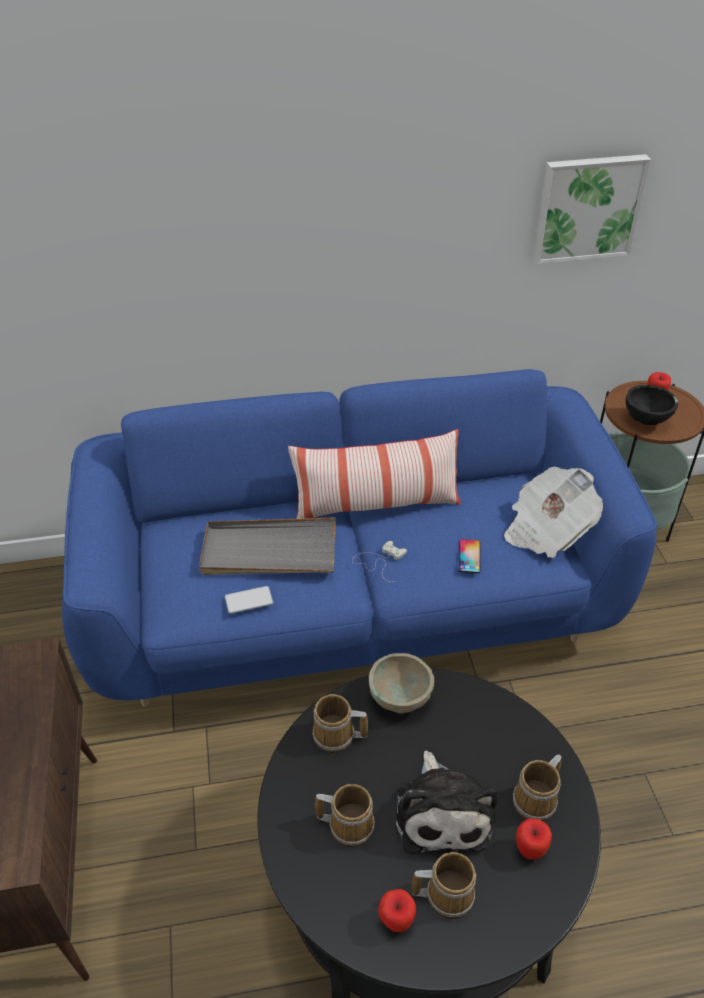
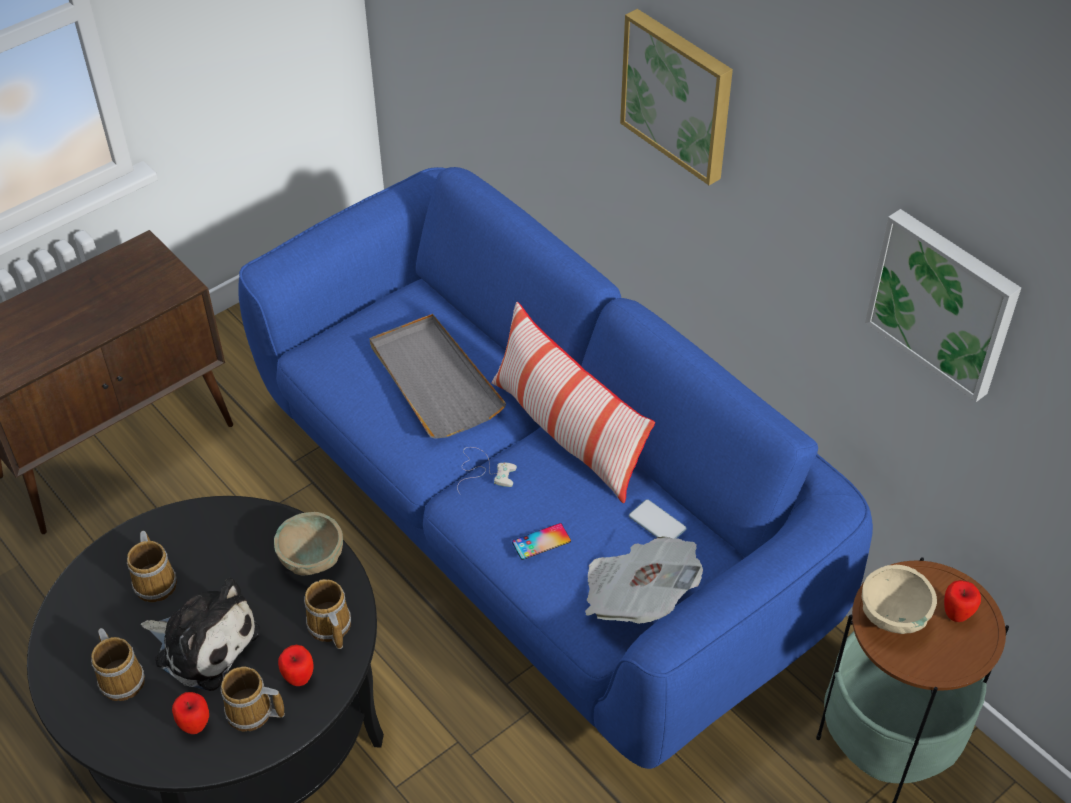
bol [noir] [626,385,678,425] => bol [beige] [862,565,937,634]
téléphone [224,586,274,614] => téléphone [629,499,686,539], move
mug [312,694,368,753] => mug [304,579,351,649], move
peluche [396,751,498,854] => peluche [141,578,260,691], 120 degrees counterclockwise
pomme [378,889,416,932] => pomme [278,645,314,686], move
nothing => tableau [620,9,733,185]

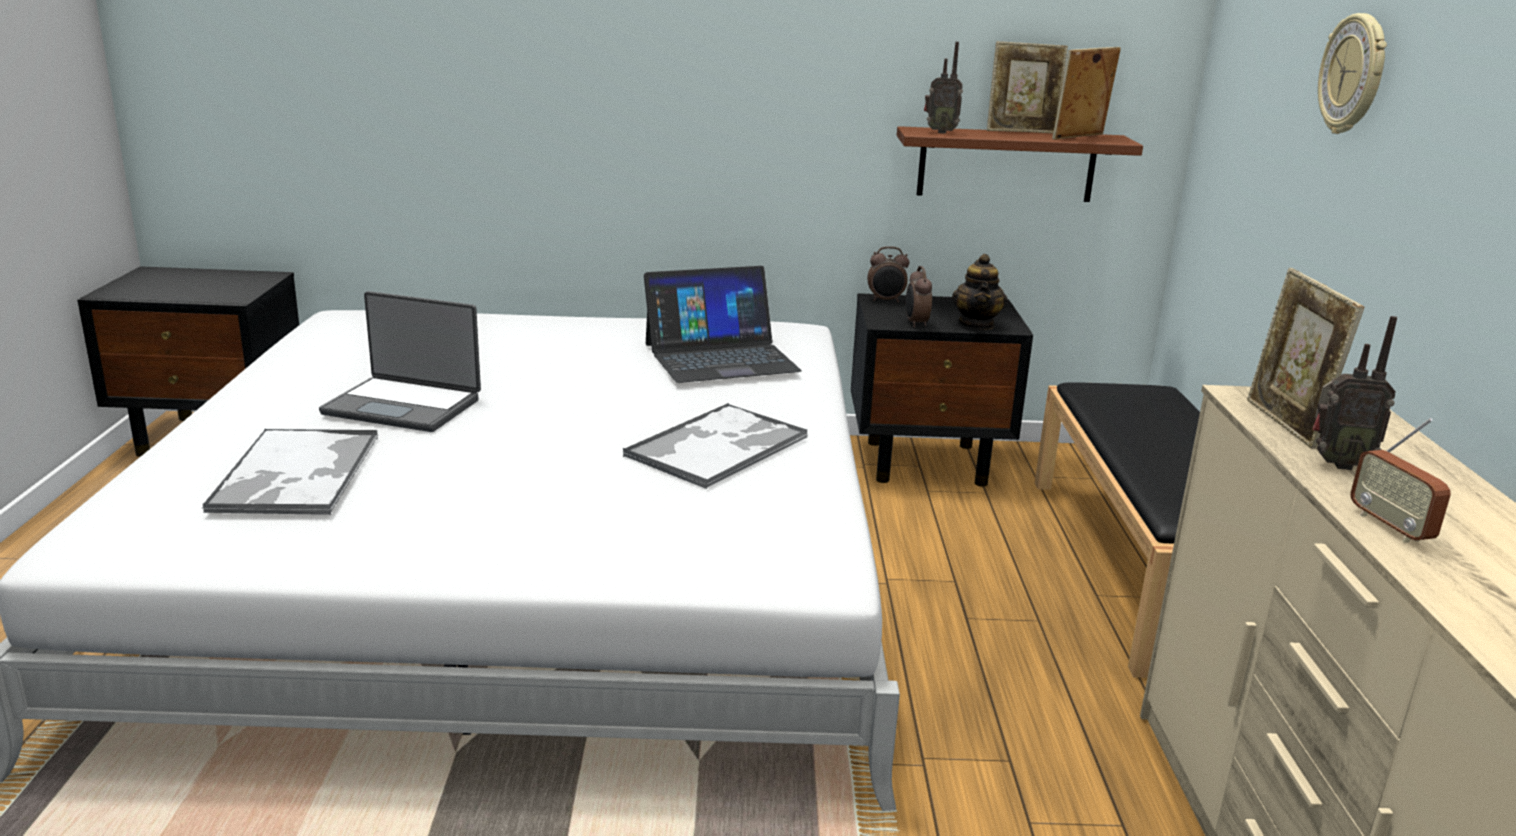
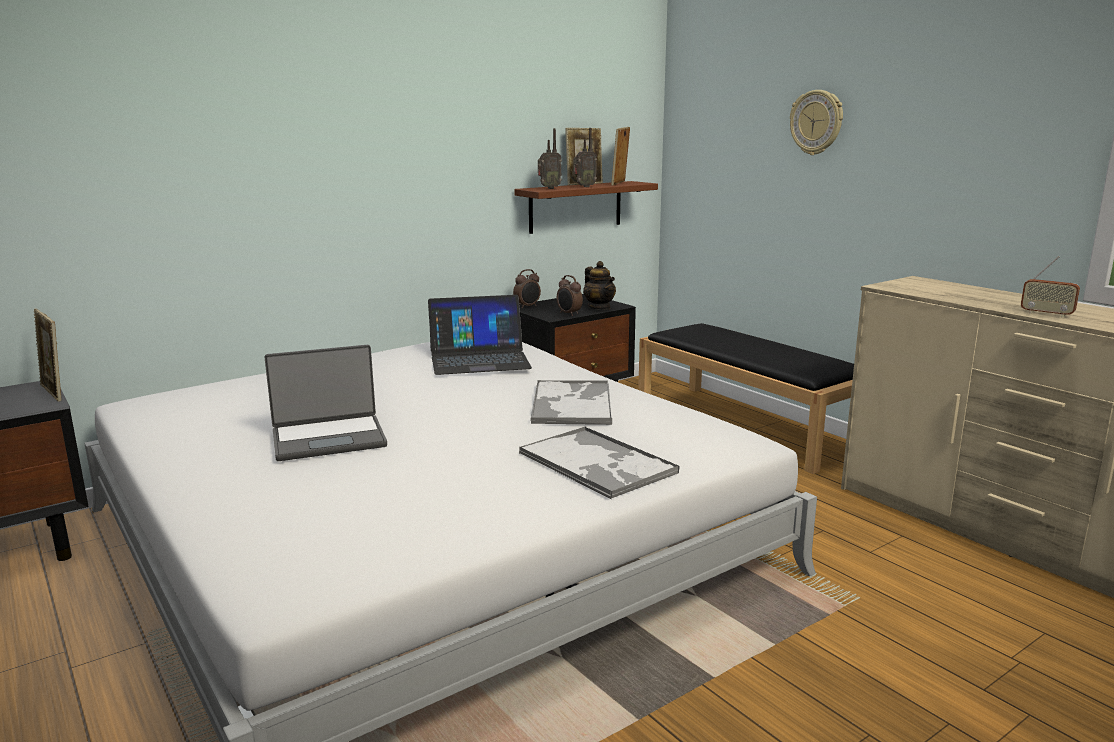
ordinateur portable [644,266,802,383] => ordinateur portable [428,295,532,375], 45 degrees clockwise
cadre photo [1247,268,1364,449] => cadre photo [34,309,61,402], move
radio [1313,316,1397,470] => radio [574,128,597,187], move
plateau [201,429,378,515] => plateau [519,426,680,499], move

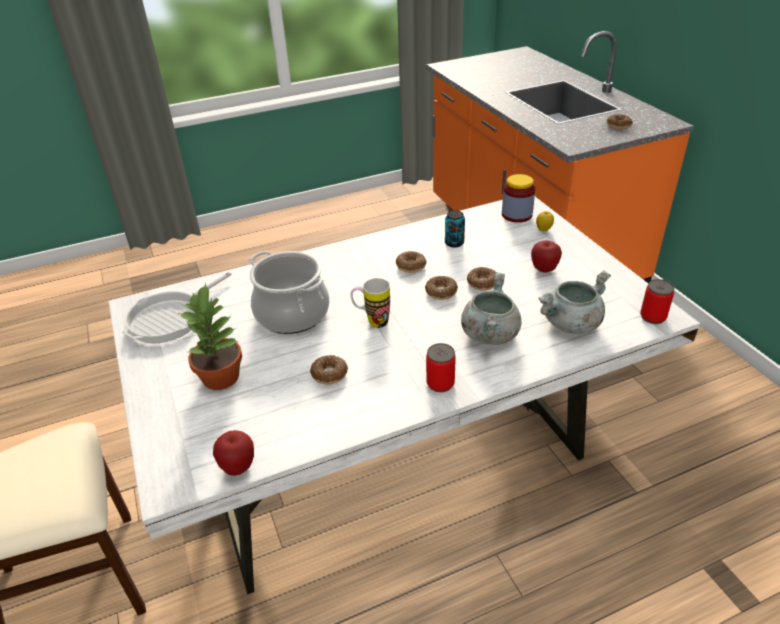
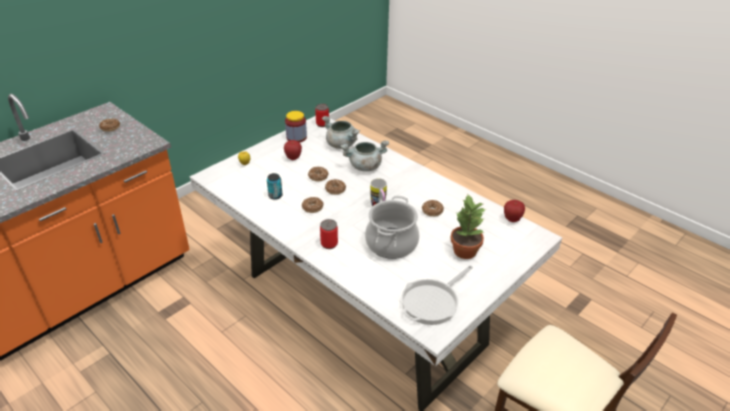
bocal [502,174,535,223] => bocal [285,111,307,143], move
poêle [122,272,232,343] => poêle [402,265,473,325], 120 degrees clockwise
boîte métallique [426,343,456,392] => boîte métallique [320,219,338,249], move

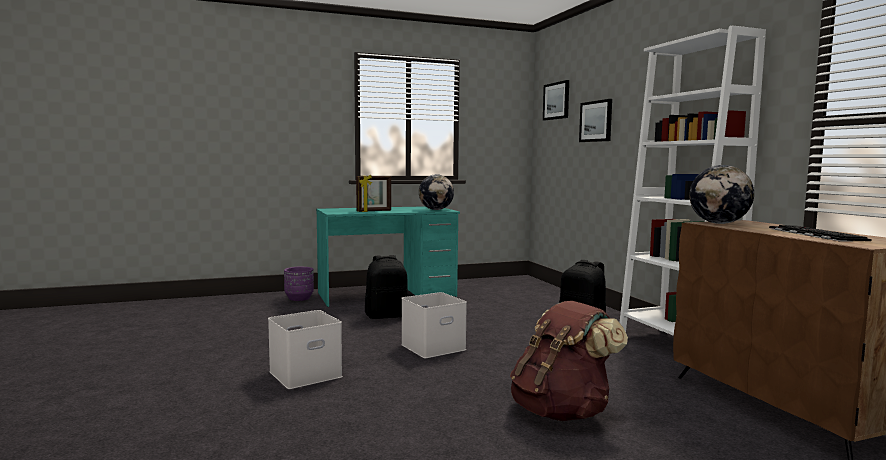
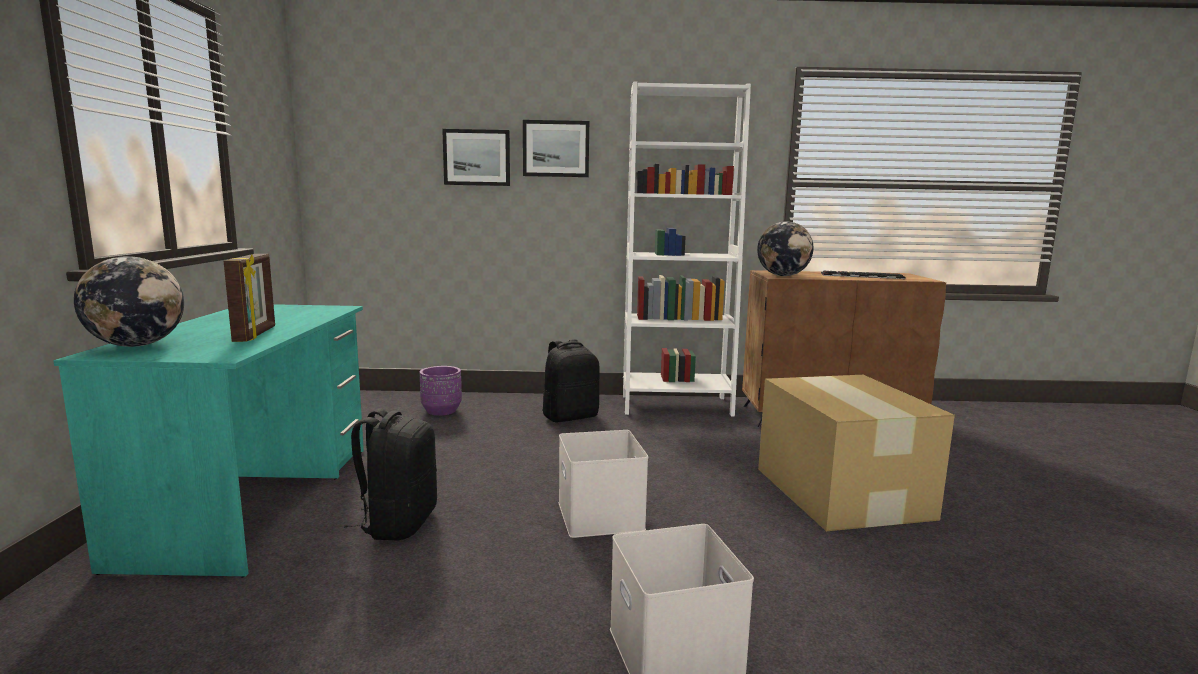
tableau [543,80,569,120] => tableau [523,120,589,177], move
globe [419,174,454,210] => globe [74,256,184,347], move
cache-pot [violet] [284,267,314,301] => cache-pot [violet] [420,366,462,416], move
sac à dos [marron] [510,301,628,421] => carton [758,375,955,531]

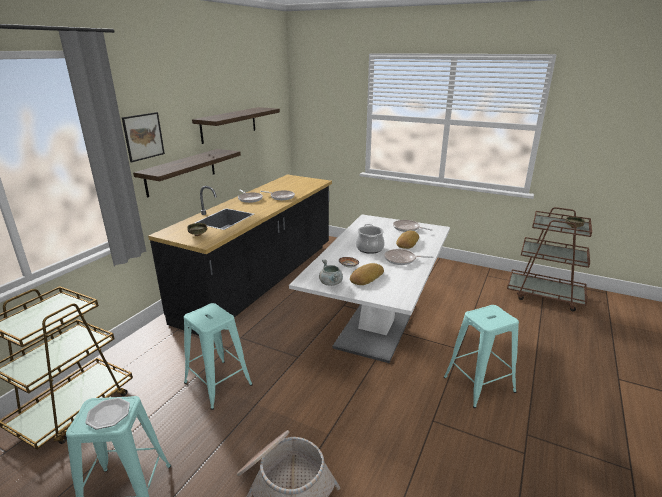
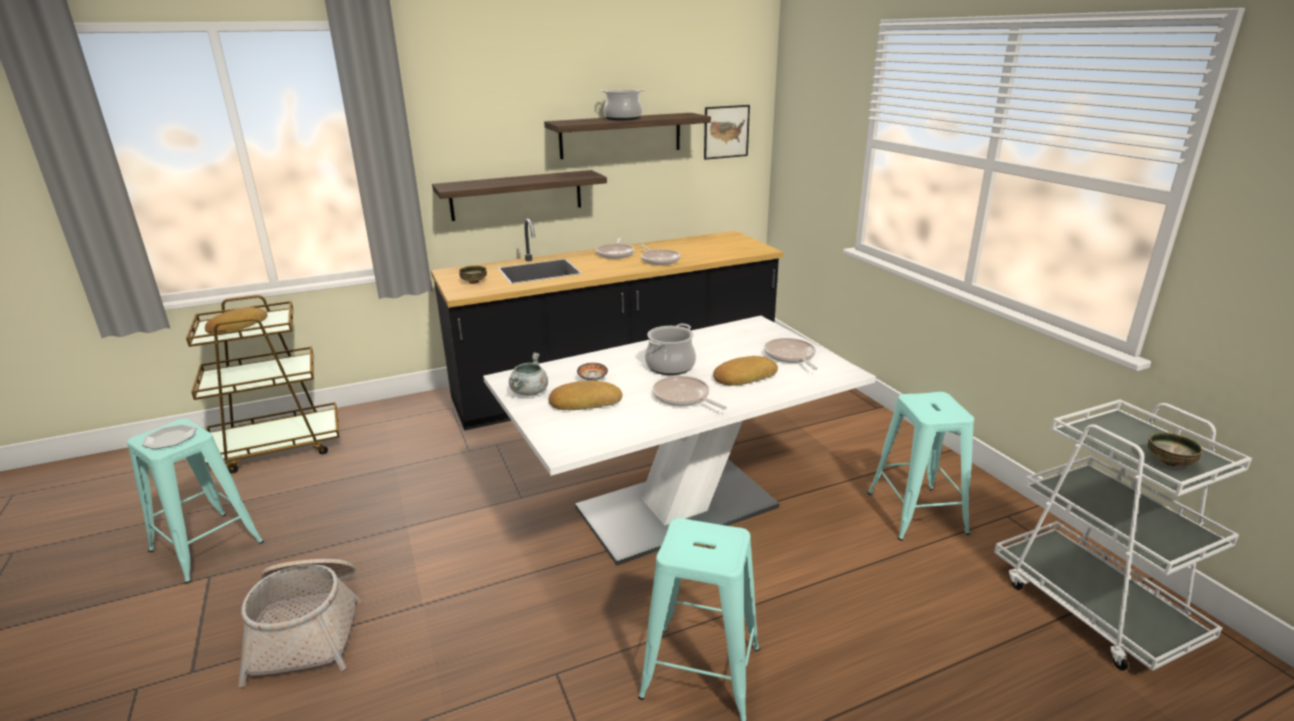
tableau [122,112,165,162] => tableau [704,105,750,160], move
chariot [marron] [507,207,592,312] => chariot [blanc] [994,399,1252,671]
tabouret [turquoise] [184,303,253,410] => tabouret [turquoise] [868,392,974,541], move
nothing => marmite [600,89,645,120]
nothing => pain [205,307,267,334]

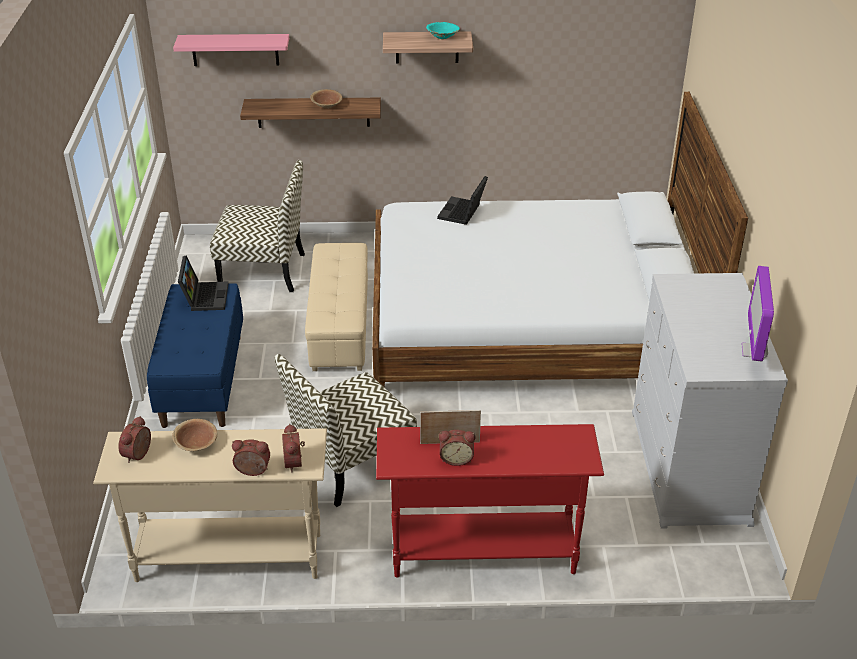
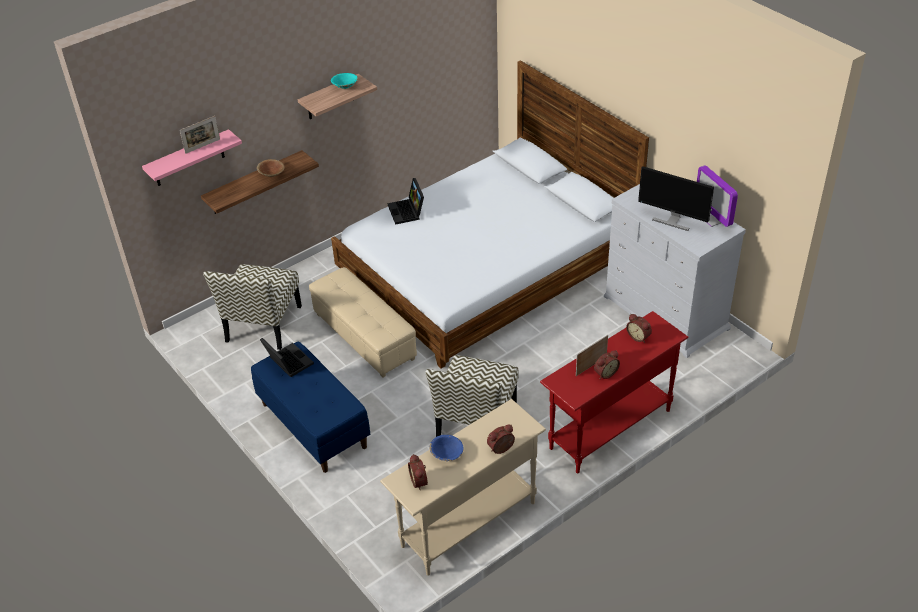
chaise [210,160,305,292] => chaise [203,264,302,350], 135 degrees clockwise
bol [marron] [172,419,217,451] => bol [bleu] [430,435,464,461]
réveil [282,424,305,473] => réveil [626,314,652,343], move
nothing => cadre photo [180,116,220,154]
nothing => écran d'ordinateur [638,166,714,231]

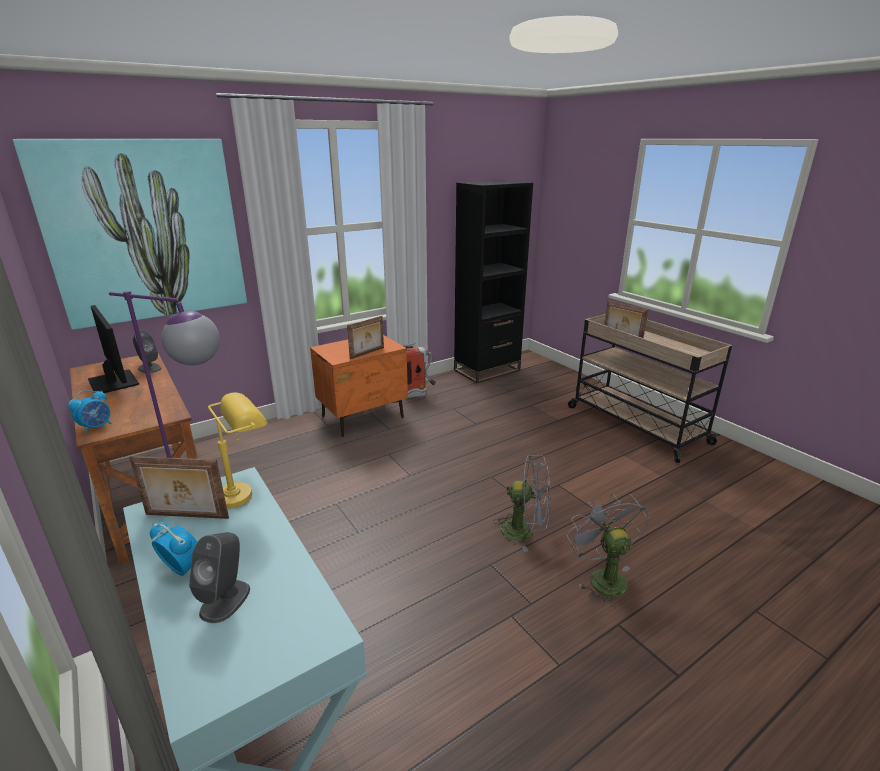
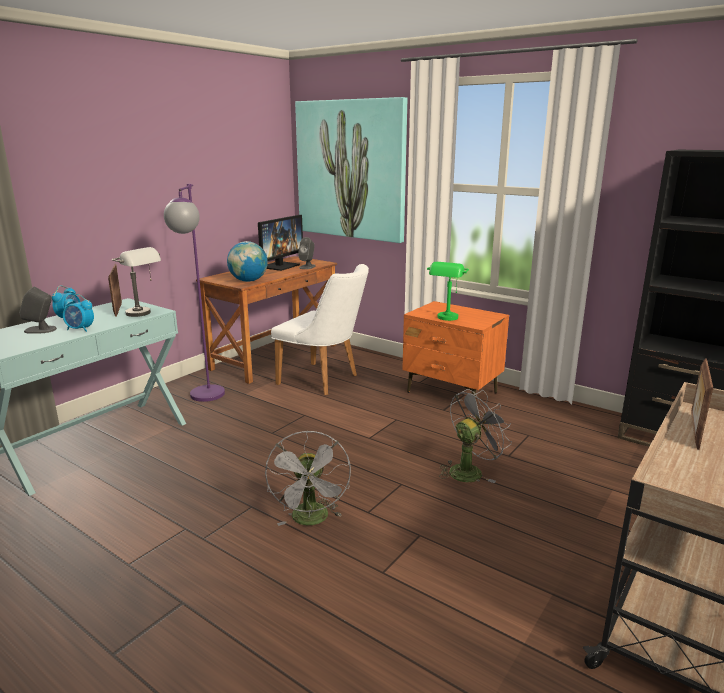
cadre photo [347,316,384,359] => lampe de table [vert] [427,262,469,321]
extincteur [403,343,436,398] => nothing
réveil [68,390,112,434] => réveil [63,294,94,332], move
lampe de table [jaune] [208,392,267,509] => lampe de table [gris] [112,247,161,317]
ventilateur [gris] [567,493,649,607] => ventilateur [gris] [439,389,512,483], move
nothing => globe [227,241,268,282]
nothing => chaise [blanc] [271,264,369,395]

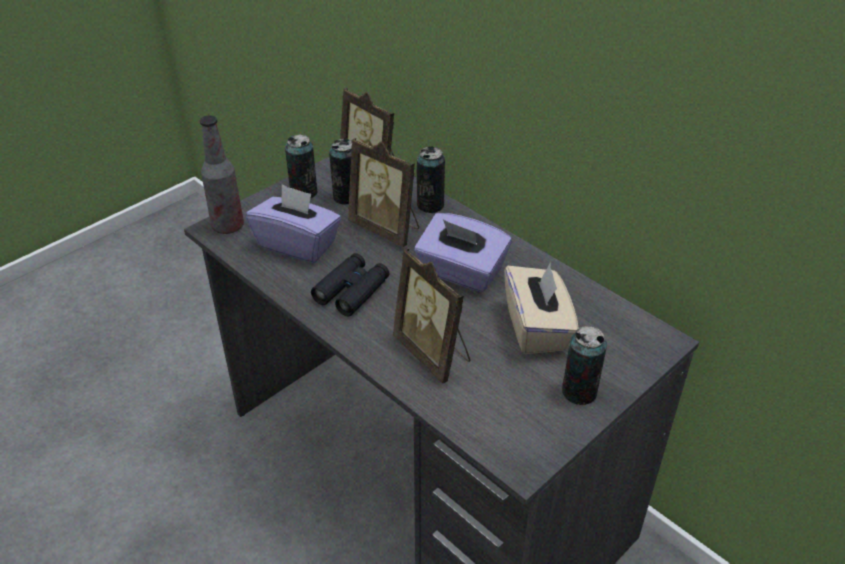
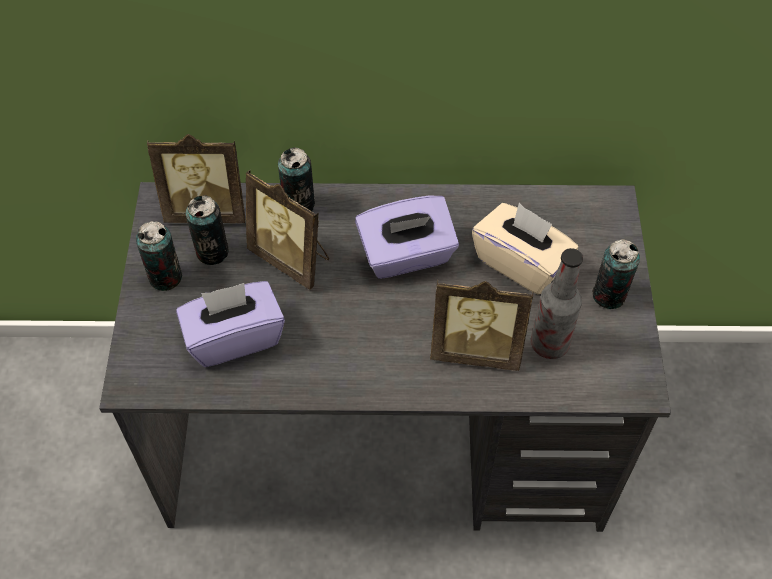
bouteille [200,115,244,234] => bouteille [531,248,583,359], move
cadre photo [348,138,419,247] => cadre photo [246,170,329,290], 45 degrees clockwise
jumelles [noir] [311,253,390,316] => nothing

